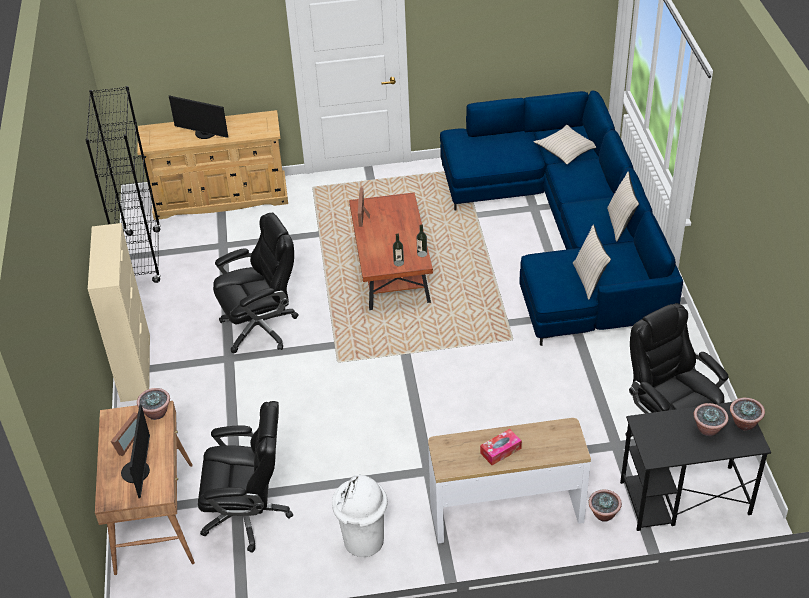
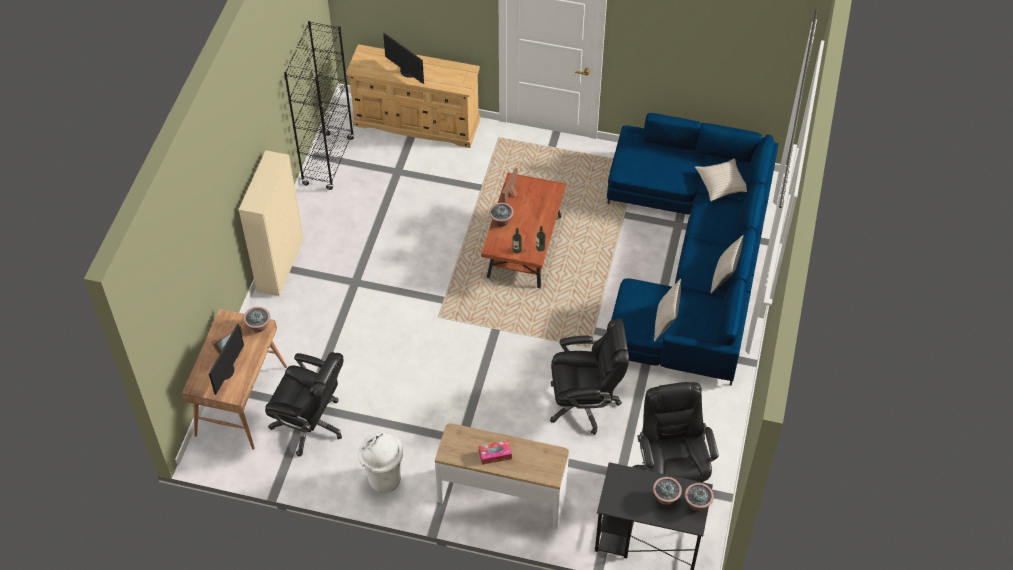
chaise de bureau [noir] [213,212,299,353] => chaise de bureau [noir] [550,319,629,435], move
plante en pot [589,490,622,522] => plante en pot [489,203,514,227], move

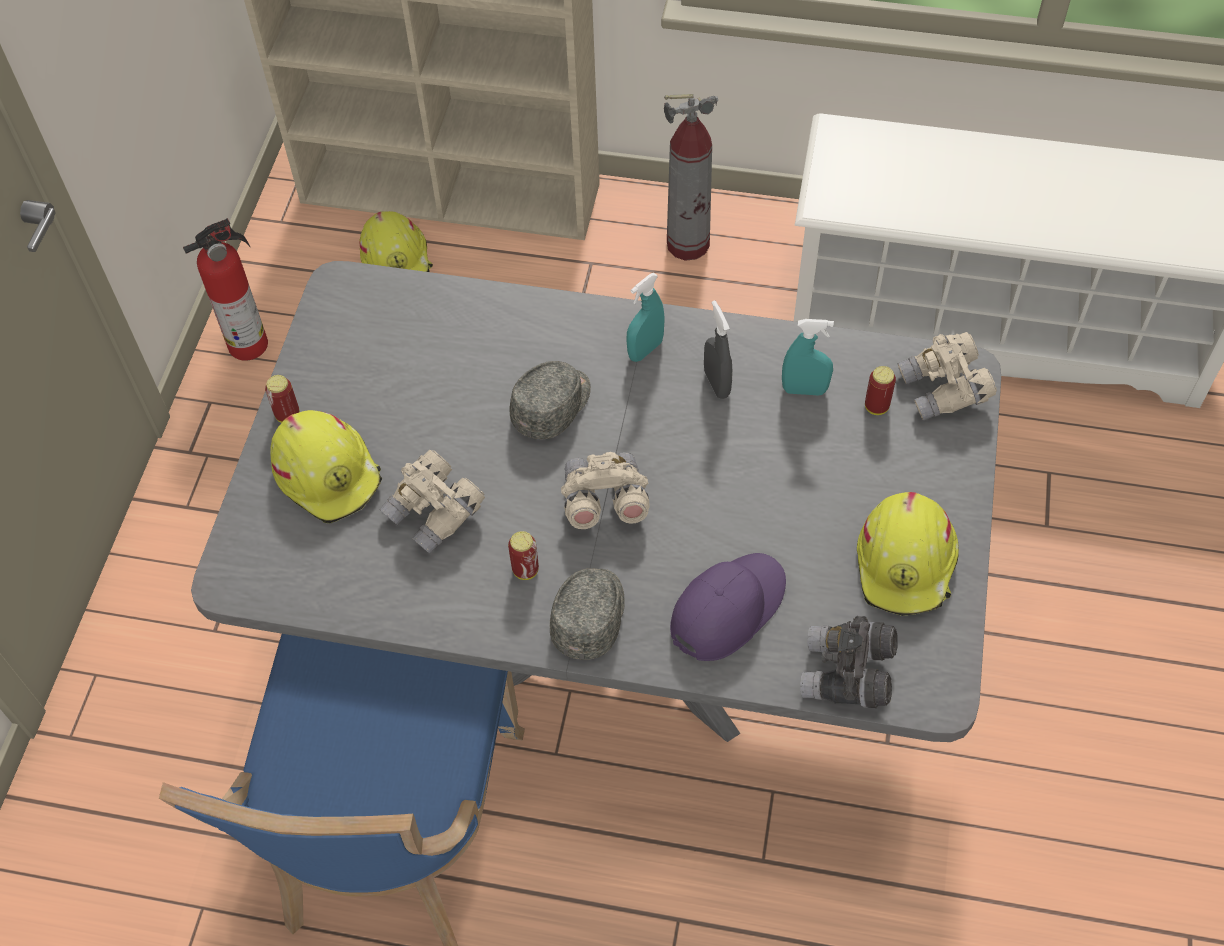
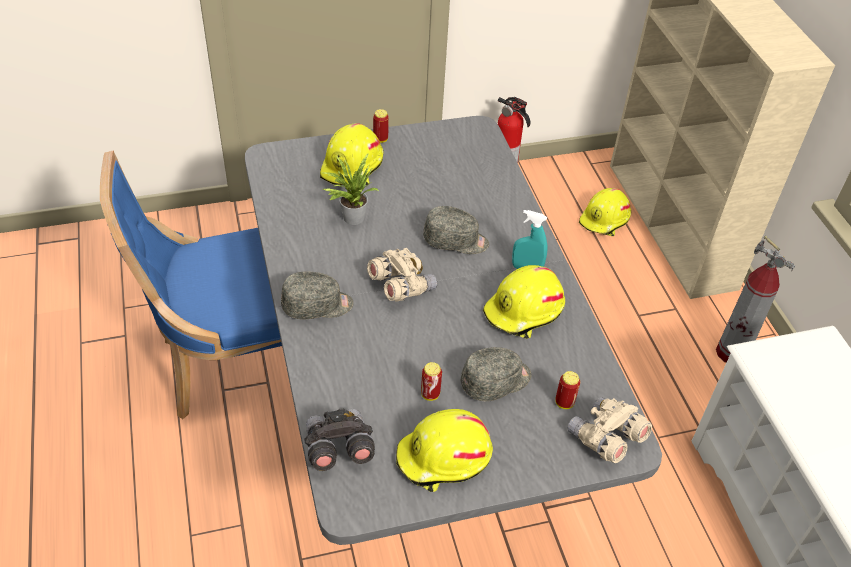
vaporisateur [gris] [704,300,733,399] => casque de chantier [jaune] [483,265,565,339]
vaporisateur [turquoise] [782,319,834,395] => nothing
jumelles [beige] [380,450,485,554] => plante en pot [323,153,379,225]
boîte métallique [508,531,539,580] => boîte métallique [421,362,442,401], move
casquette [violet] [670,553,786,661] => nothing
nothing => casquette [gris] [461,347,531,402]

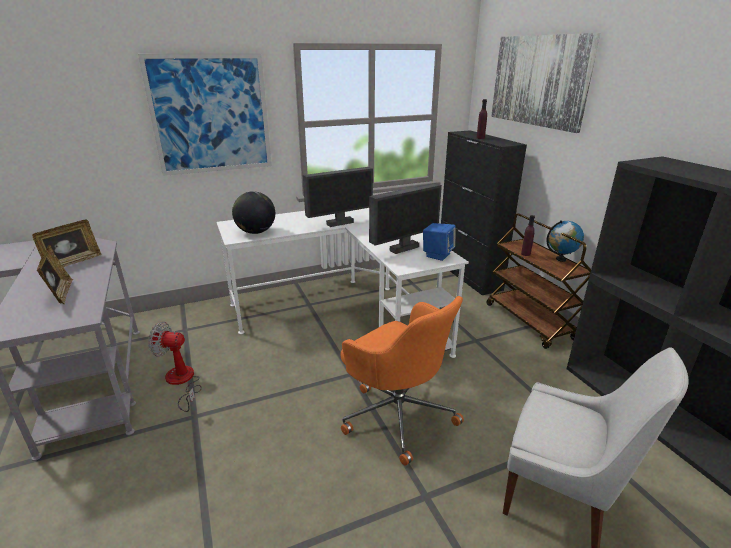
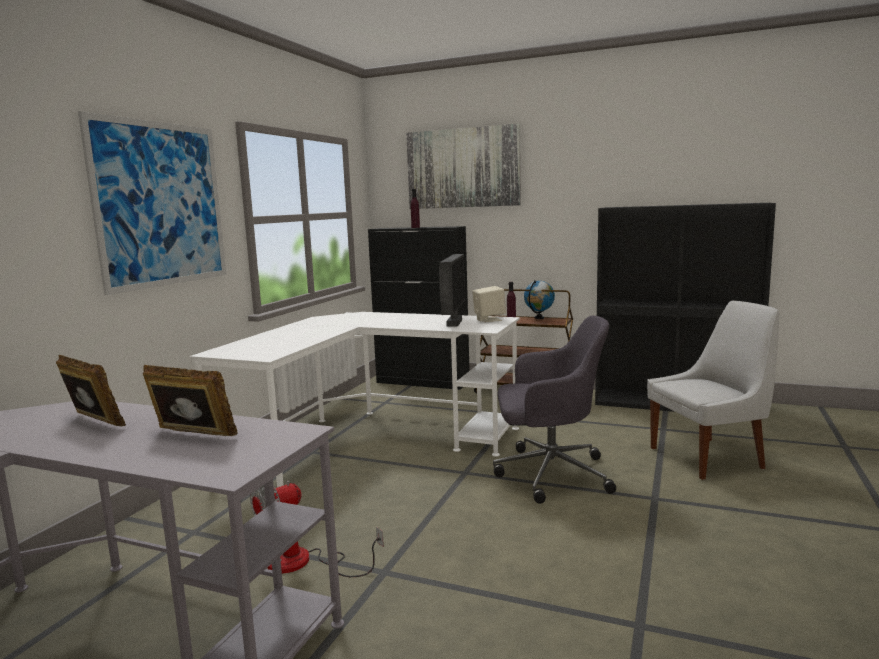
écran d'ordinateur [303,167,373,227] => nothing
globe [232,191,275,234] => nothing
cadre photo [32,219,102,267] => cadre photo [56,354,126,426], 45 degrees counterclockwise
enceinte [bleu] [423,223,456,261] => enceinte [beige] [472,286,506,322]
chaise de bureau [orange] [340,296,464,466] => chaise de bureau [gris] [493,316,616,504]

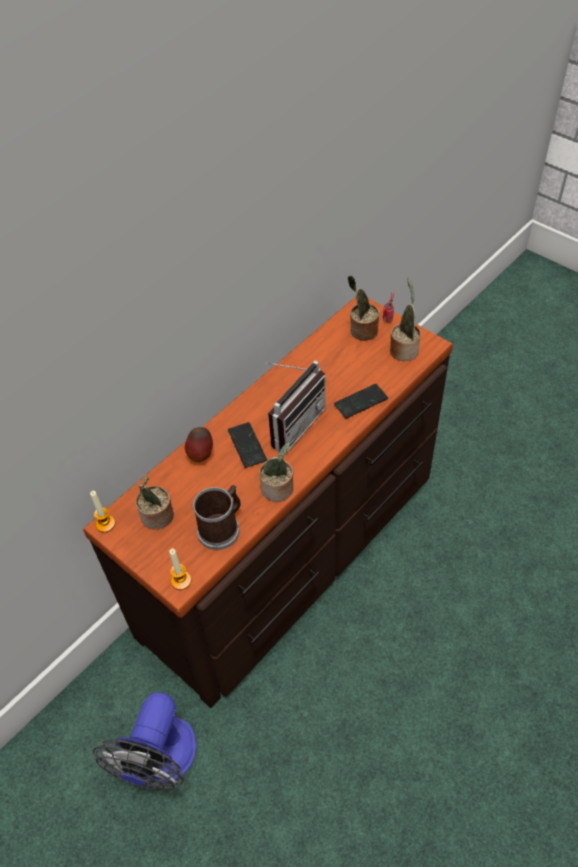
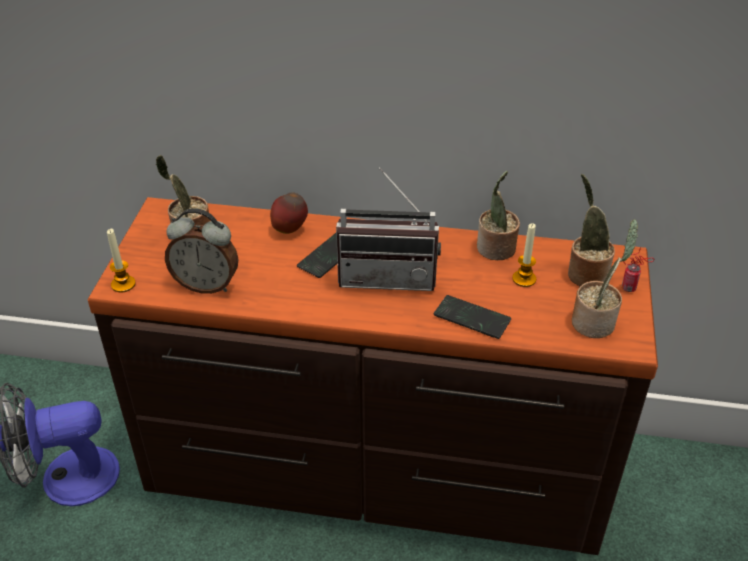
plante en pot [259,442,293,502] => plante en pot [477,171,520,260], move
mug [193,485,241,550] => réveil [165,208,239,294]
bougie [90,491,115,532] => bougie [512,223,536,287], move

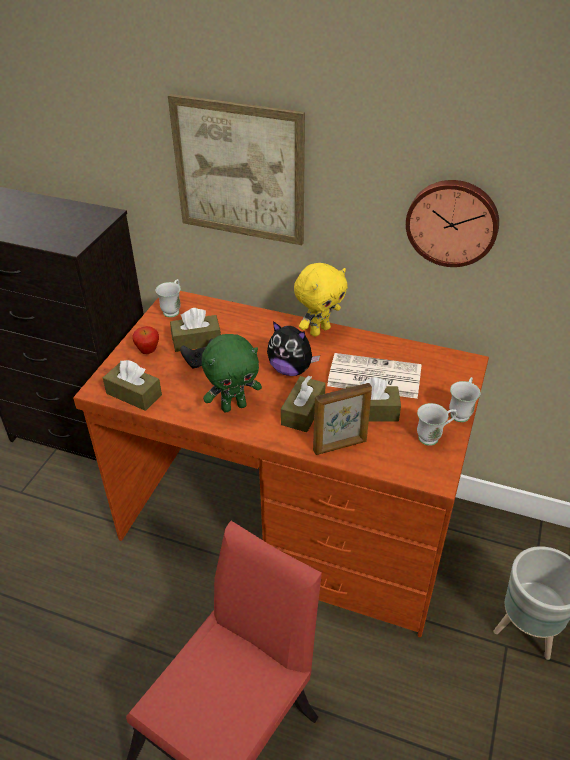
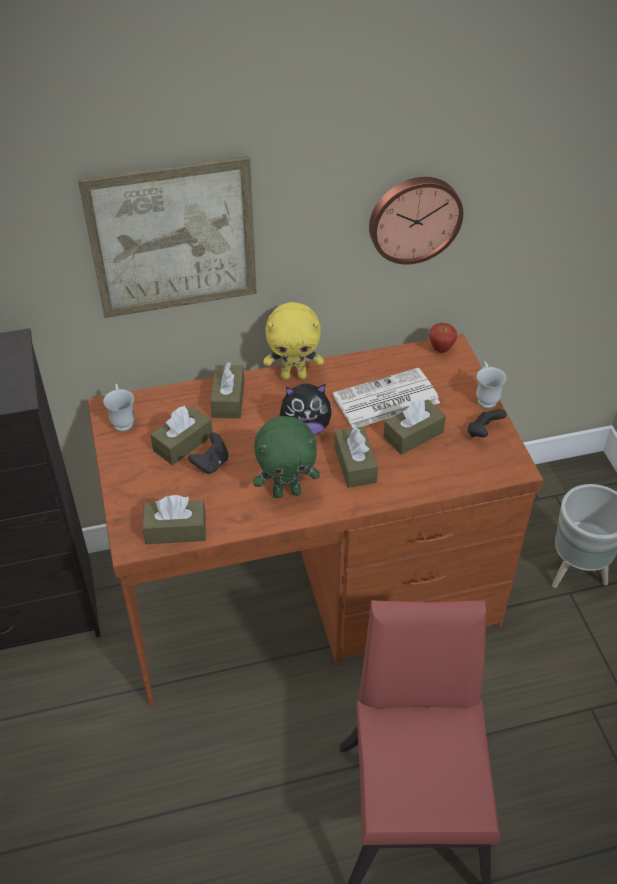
peluche [jaune] [294,263,348,337] => peluche [jaune] [264,302,324,379], 75 degrees clockwise
pomme [132,326,159,354] => pomme [429,323,457,353], move
peluche [vert] [202,334,262,412] => peluche [vert] [253,416,320,498], 45 degrees clockwise
cadre photo [313,383,372,455] => nothing
mug [blanc] [417,403,457,446] => manette [noir] [467,409,507,437]
nothing => boîte à mouchoirs [marron] [210,362,244,418]

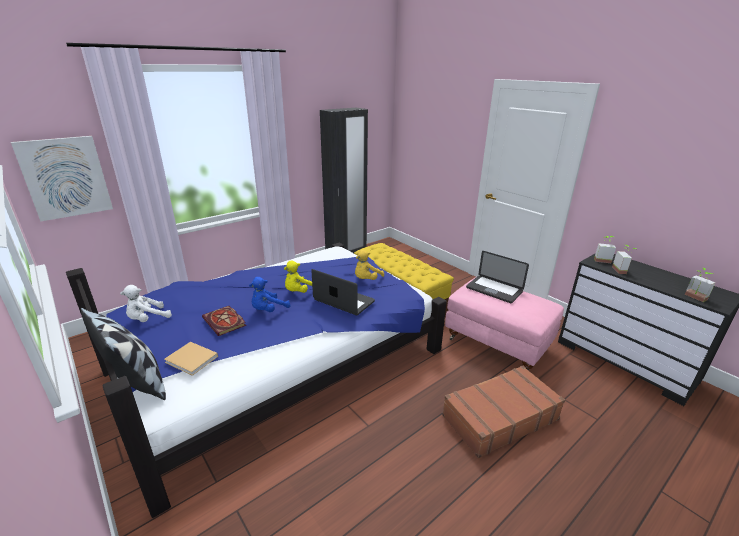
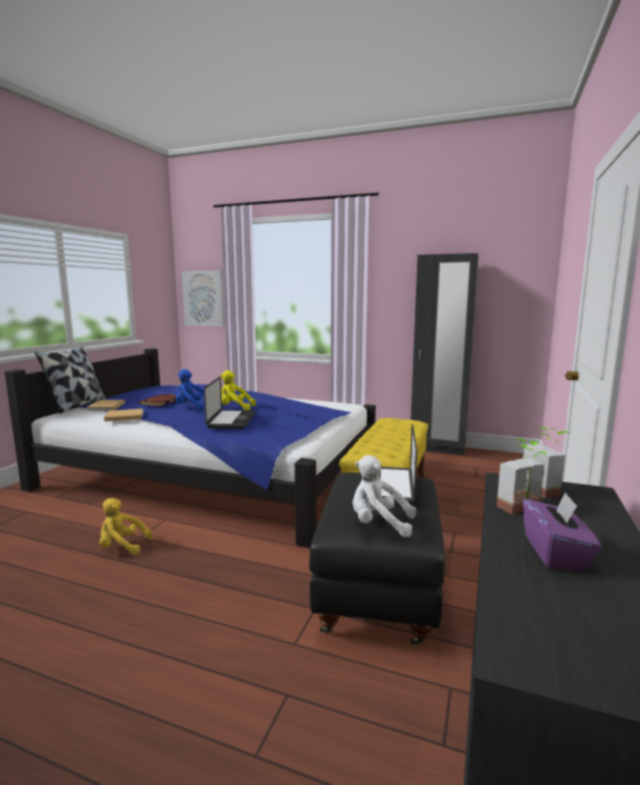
peluche [jaune] [355,250,384,280] => peluche [jaune] [99,498,153,555], move
plante en pot [685,268,715,302] => nothing
pouf [rose] [445,277,564,370] => pouf [noir] [309,472,445,646]
peluche [blanc] [120,285,172,322] => peluche [blanc] [353,455,416,537], move
valise [marron] [442,366,565,458] => nothing
nothing => livre [beige] [104,409,144,421]
nothing => boîte à mouchoirs [violet] [523,492,602,571]

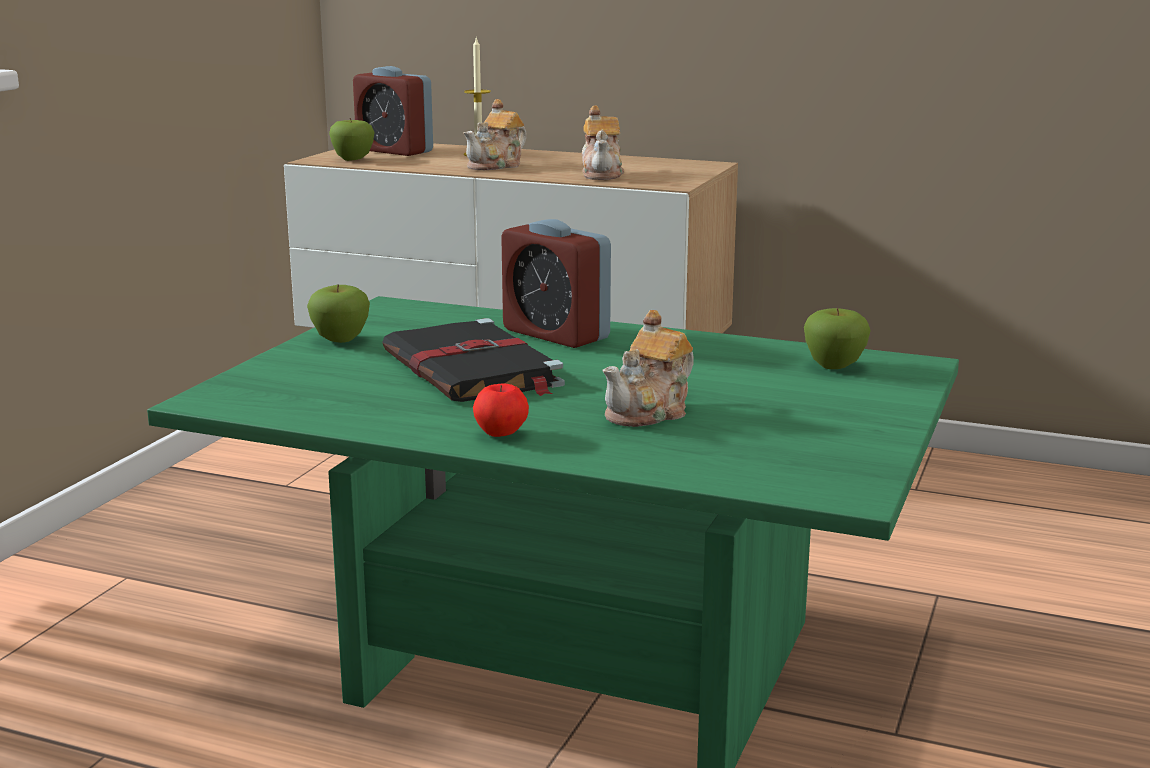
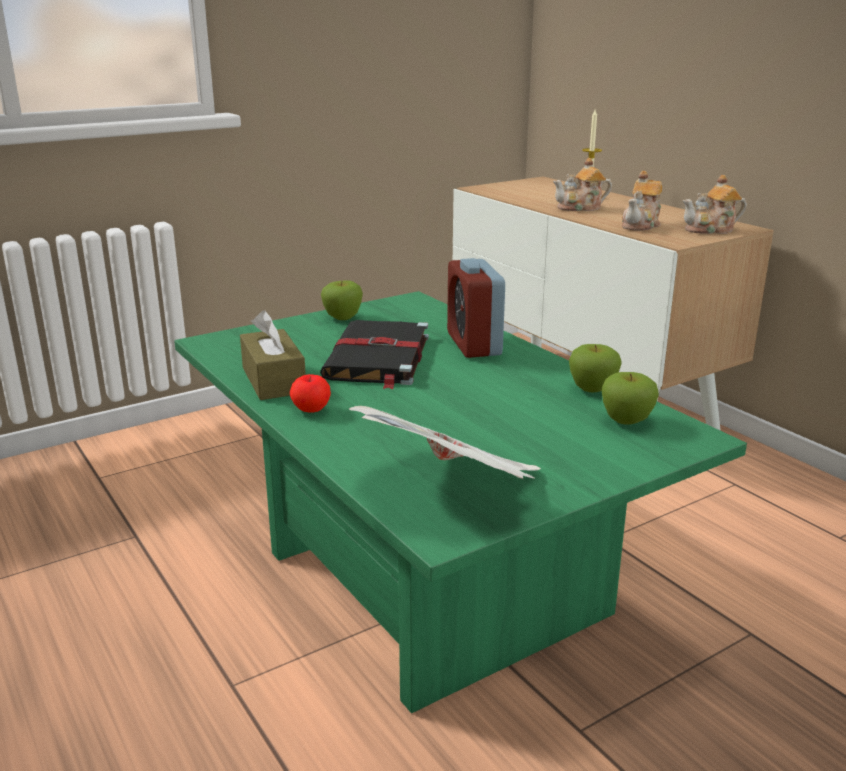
réveil [353,66,433,156] => nothing
pomme [329,118,375,161] => pomme [569,344,622,392], move
théière [602,310,694,427] => théière [683,175,747,234], move
nothing => boîte à mouchoirs [marron] [240,310,306,400]
nothing => journal [349,406,541,479]

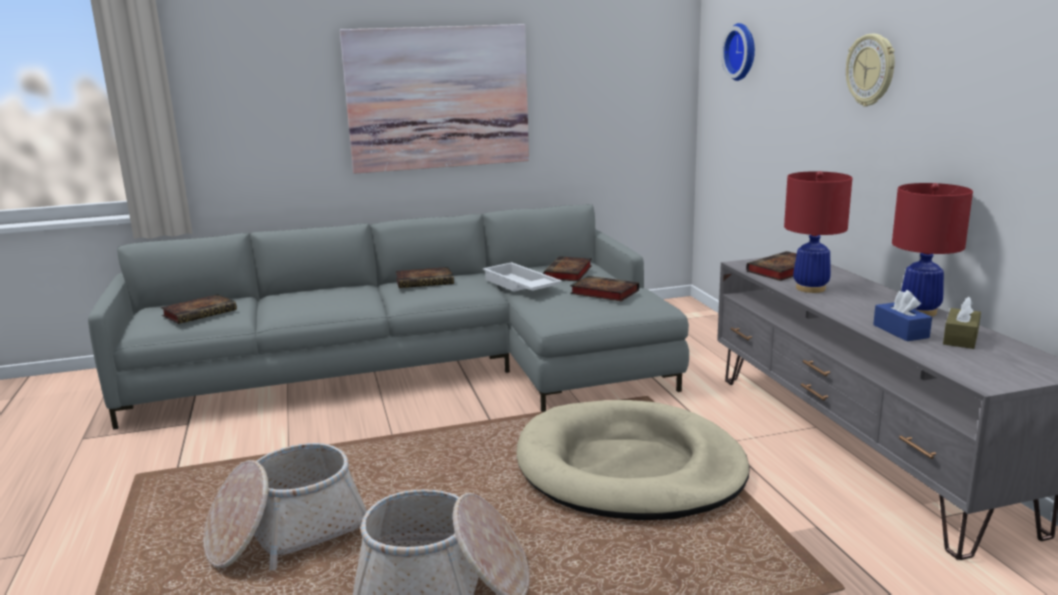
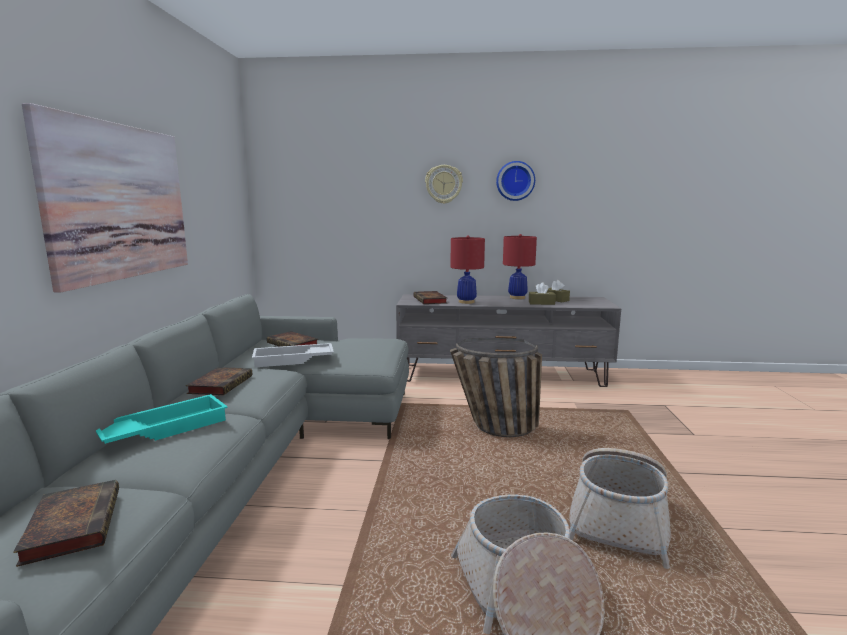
horloge murale [721,23,755,81] => horloge murale [496,161,535,201], move
livre [570,276,639,301] => nothing
boîte à mouchoirs [bleu] [873,290,932,341] => boîte à mouchoirs [marron] [529,282,556,305]
panier pour chien [beige] [517,400,750,520] => panier [450,338,542,437]
nothing => plateau [turquoise] [96,394,228,444]

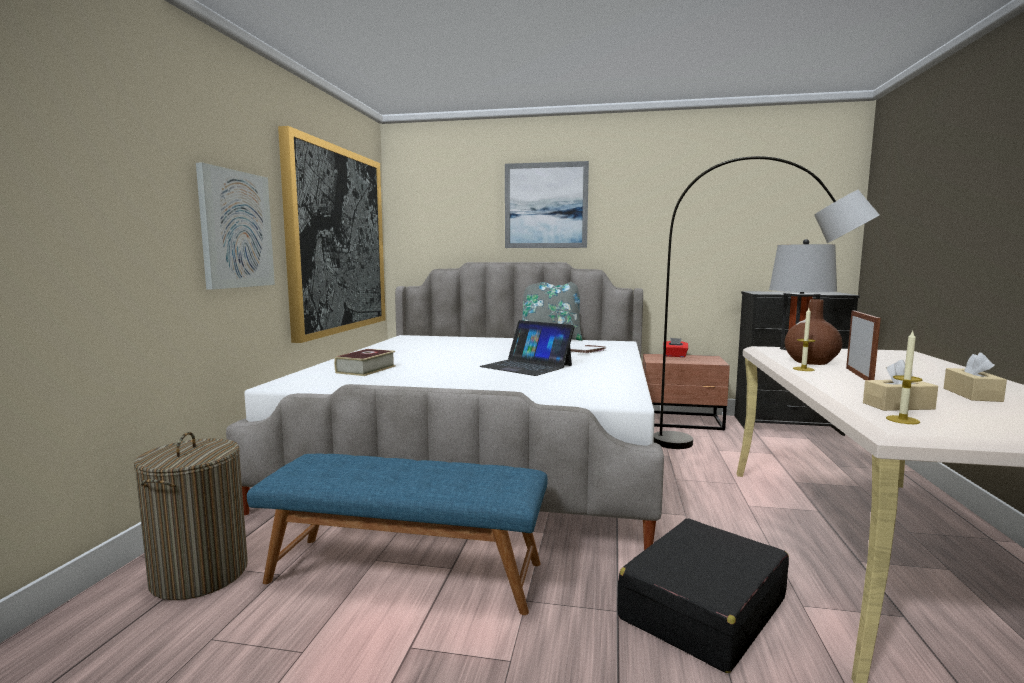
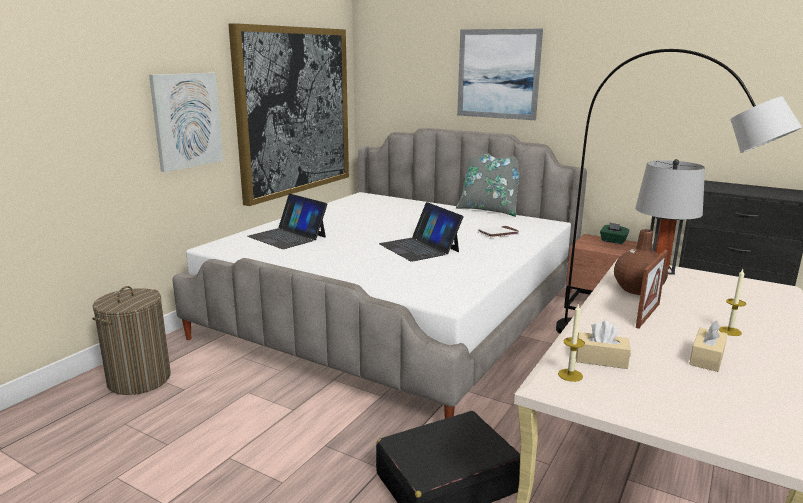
bougie [793,308,815,371] => bougie [719,269,746,336], move
boîte à mouchoirs [rouge] [663,338,688,357] => boîte à mouchoirs [vert] [600,222,629,244]
livre [334,349,396,376] => ordinateur portable [247,194,327,249]
banc [bleu] [247,454,548,615] => nothing

